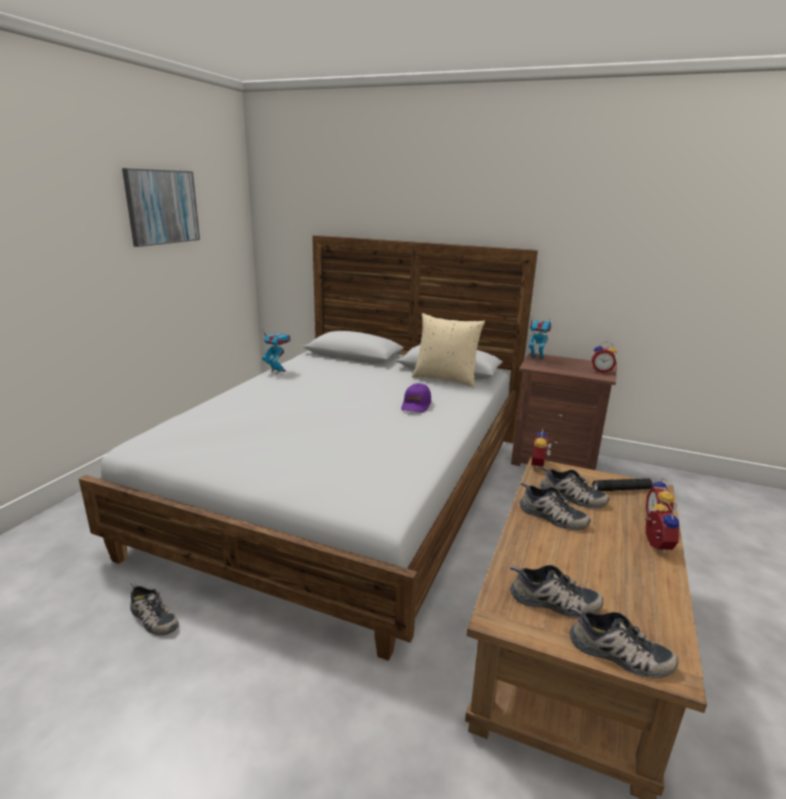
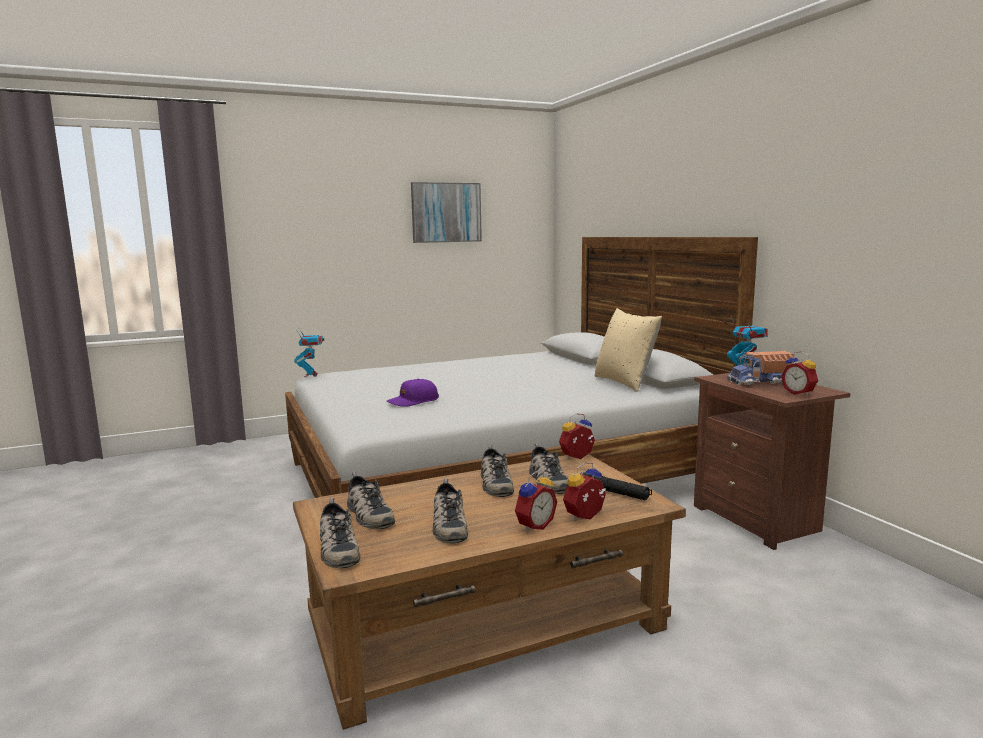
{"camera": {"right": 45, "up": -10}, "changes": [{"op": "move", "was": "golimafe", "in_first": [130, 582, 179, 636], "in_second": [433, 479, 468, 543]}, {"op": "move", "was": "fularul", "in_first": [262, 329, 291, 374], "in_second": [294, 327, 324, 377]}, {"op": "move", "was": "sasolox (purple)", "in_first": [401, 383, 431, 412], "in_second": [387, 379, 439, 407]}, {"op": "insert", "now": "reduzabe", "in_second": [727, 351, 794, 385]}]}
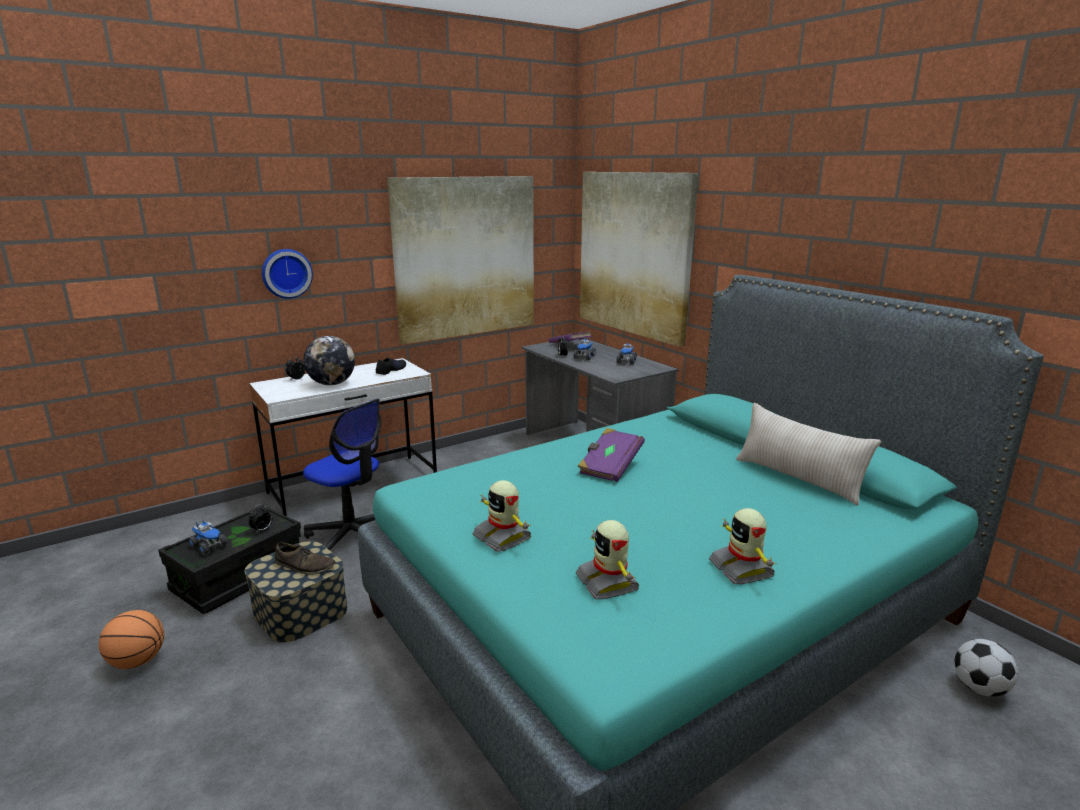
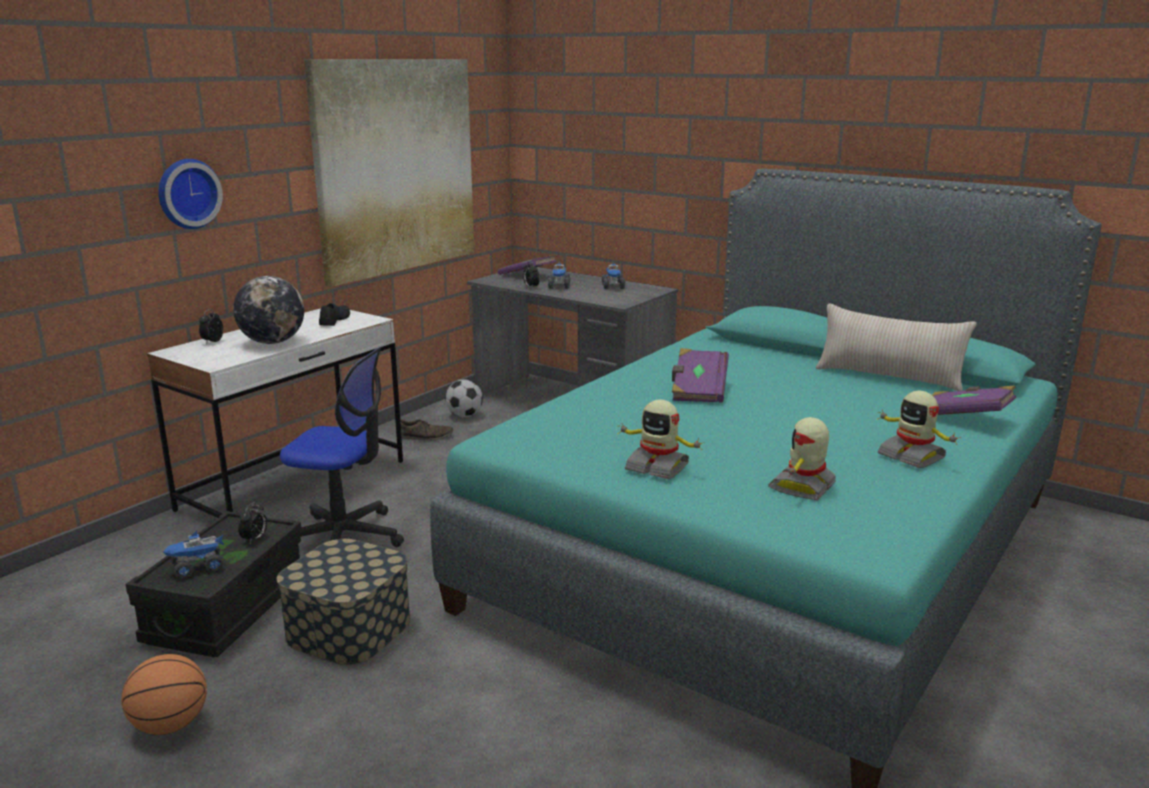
{"camera": {"right": -20, "up": 0}, "changes": [{"op": "rotate", "was": "reduzabe", "in_first": [188, 521, 228, 555], "in_second": [163, 530, 224, 579], "clockwise": 135}, {"op": "move", "was": "golimafe (brown)", "in_first": [275, 542, 335, 575], "in_second": [400, 419, 453, 440]}, {"op": "rotate", "was": "fularul", "in_first": [576, 520, 639, 599], "in_second": [768, 417, 836, 500], "clockwise": 75}, {"op": "delete", "was": "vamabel", "in_first": [580, 172, 698, 347]}, {"op": "move", "was": "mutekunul", "in_first": [954, 639, 1018, 697], "in_second": [445, 380, 483, 417]}, {"op": "insert", "now": "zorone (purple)", "in_second": [932, 385, 1016, 415]}]}
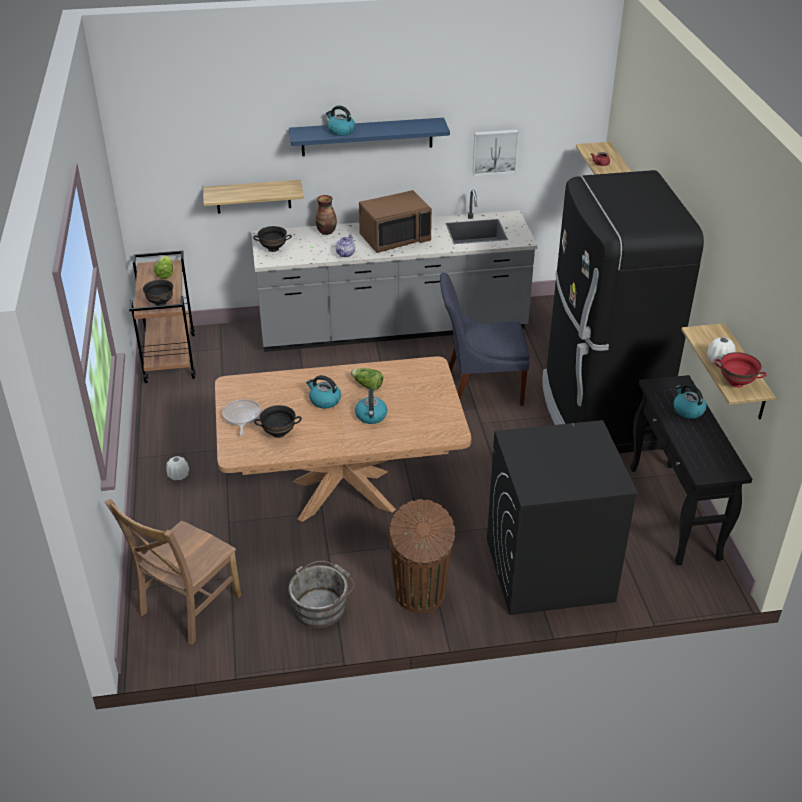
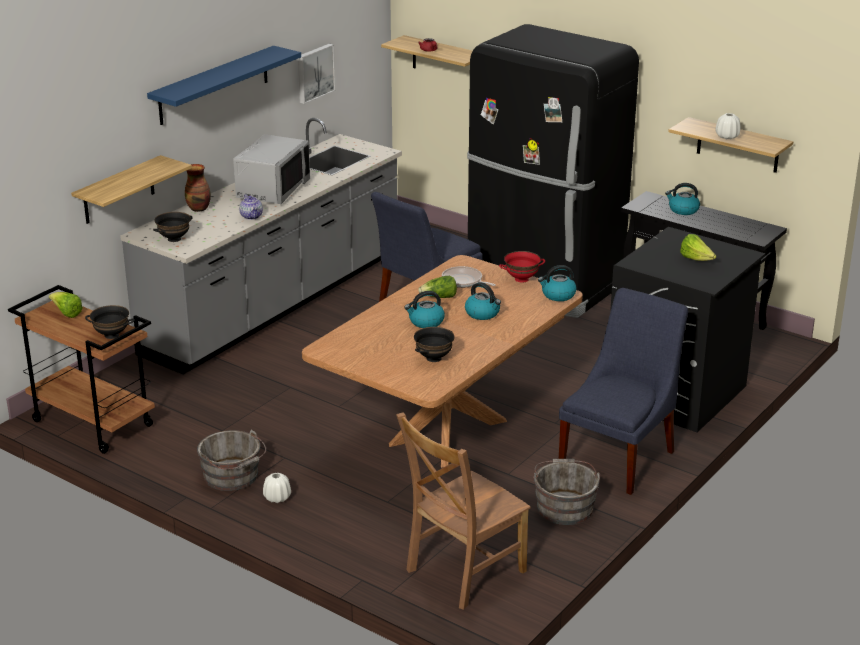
{"camera": {"right": -45, "up": -10}, "changes": [{"op": "rotate", "was": "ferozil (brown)", "in_first": [105, 499, 241, 645], "in_second": [396, 413, 531, 610], "clockwise": 60}, {"op": "move", "was": "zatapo", "in_first": [222, 399, 261, 435], "in_second": [442, 266, 495, 288]}, {"op": "move", "was": "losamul", "in_first": [326, 105, 355, 136], "in_second": [538, 265, 577, 301]}, {"op": "recolor", "was": "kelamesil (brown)", "now": "kelamesil (grey)", "in_first": [359, 190, 432, 253], "in_second": [233, 134, 310, 204]}, {"op": "replace", "was": "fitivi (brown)", "now": "ferozil (blue)", "in_first": [389, 499, 455, 613], "in_second": [559, 288, 688, 495]}, {"op": "move", "was": "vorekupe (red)", "in_first": [714, 352, 766, 388], "in_second": [499, 251, 545, 283]}, {"op": "insert", "now": "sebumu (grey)", "in_second": [197, 430, 266, 491]}, {"op": "insert", "now": "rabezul", "in_second": [680, 234, 716, 261]}]}
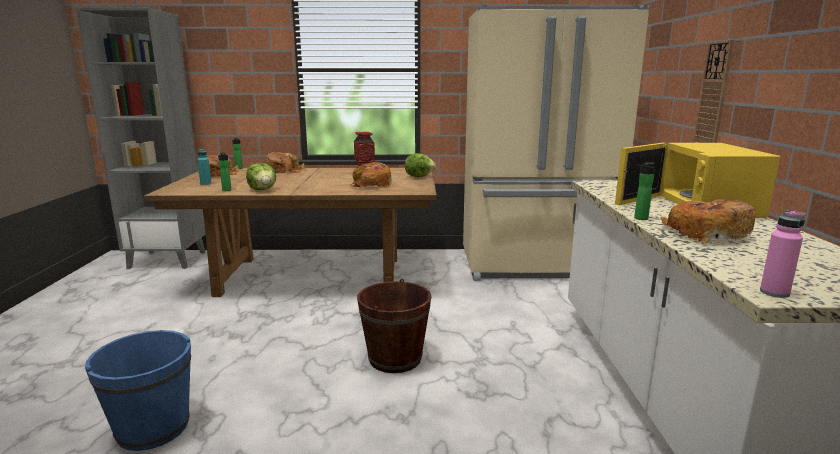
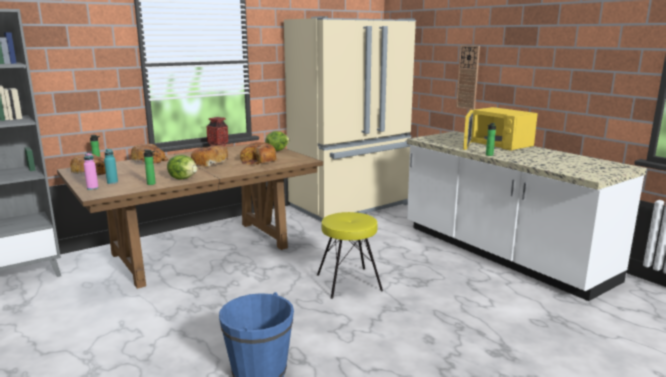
{"camera": {"right": -35, "up": 0}, "changes": [{"op": "replace", "was": "sebumu (brown)", "now": "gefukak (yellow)", "in_first": [357, 279, 432, 373], "in_second": [317, 212, 383, 299]}, {"op": "move", "was": "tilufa", "in_first": [661, 199, 755, 243], "in_second": [191, 145, 228, 167]}, {"op": "move", "was": "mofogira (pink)", "in_first": [760, 210, 805, 298], "in_second": [83, 153, 99, 190]}]}
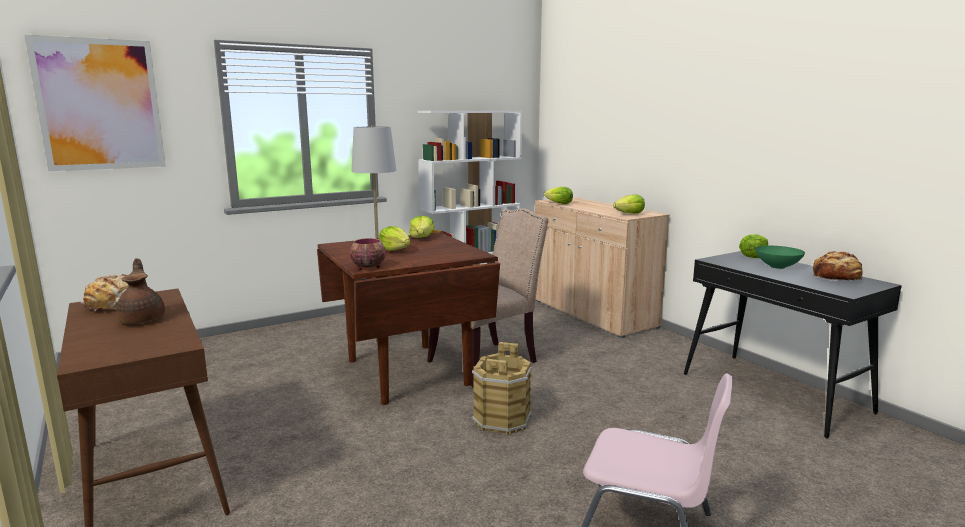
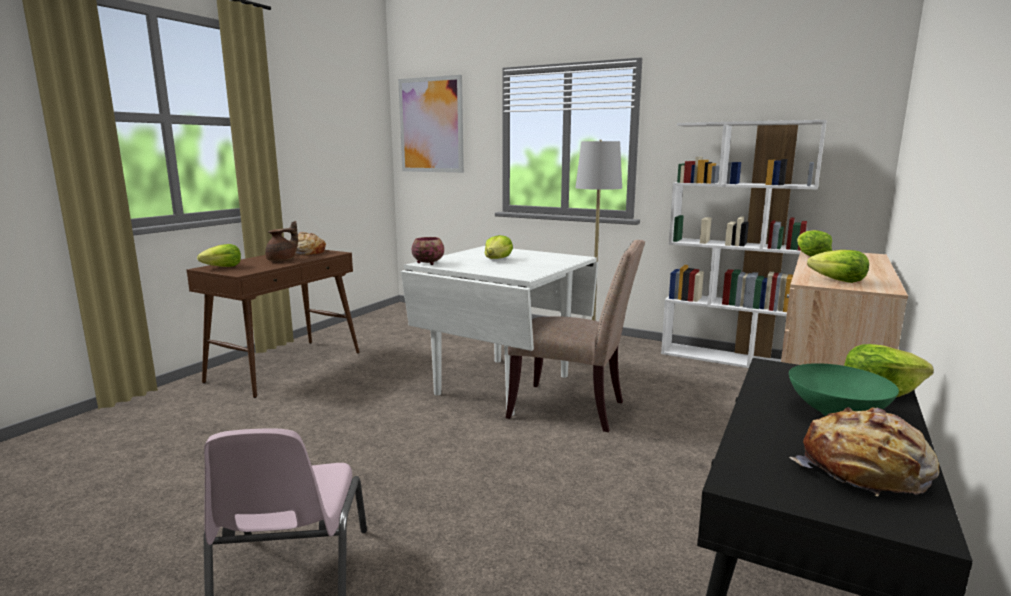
{"camera": {"right": 60, "up": 0}, "changes": [{"op": "recolor", "was": "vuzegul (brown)", "now": "vuzegul (white)", "in_first": [317, 232, 500, 405], "in_second": [401, 246, 598, 416]}, {"op": "move", "was": "rabezul", "in_first": [409, 216, 434, 238], "in_second": [197, 244, 241, 267]}, {"op": "delete", "was": "sebumu (brown)", "in_first": [472, 342, 532, 434]}]}
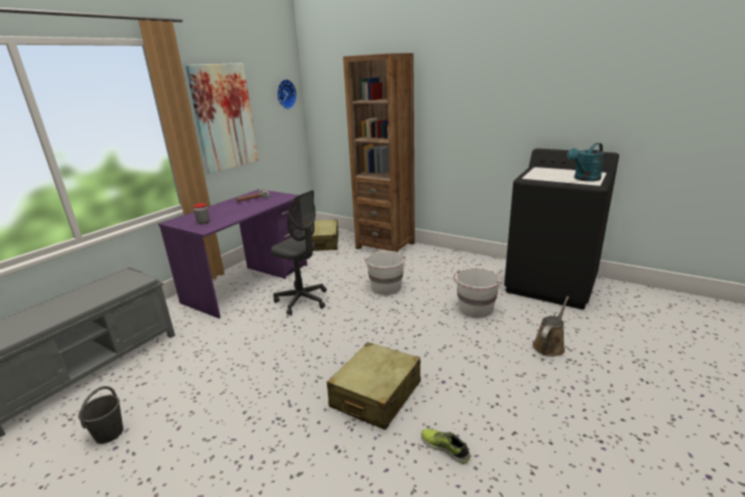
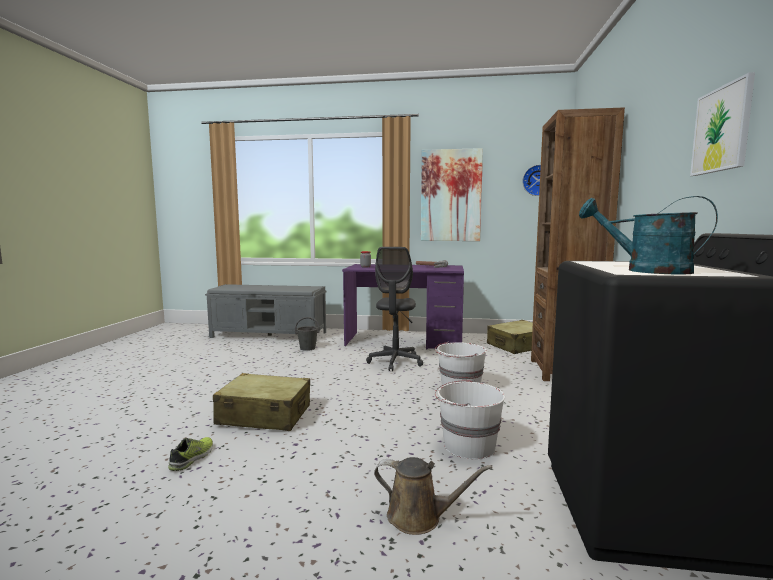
{"camera": {"right": 65, "up": -15}, "changes": [{"op": "move", "was": "sebumu (grey)", "in_first": [78, 386, 123, 444], "in_second": [295, 317, 320, 351]}, {"op": "insert", "now": "vamabel", "in_second": [690, 72, 755, 176]}]}
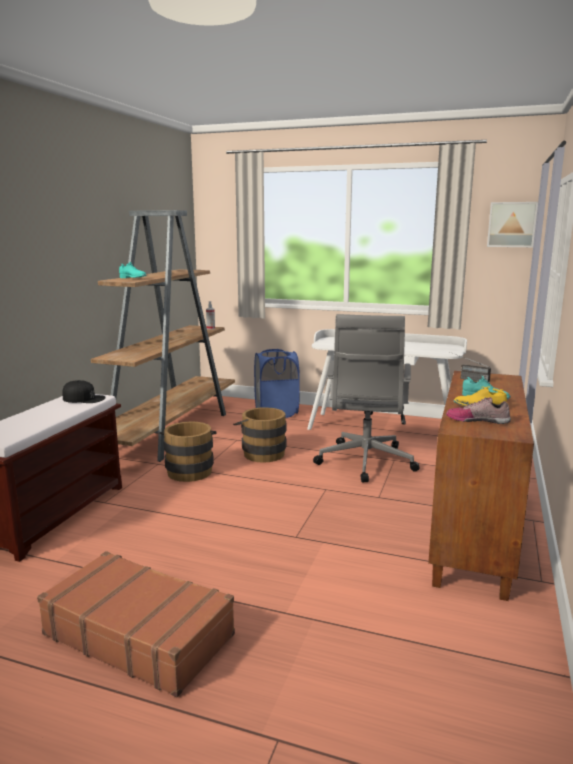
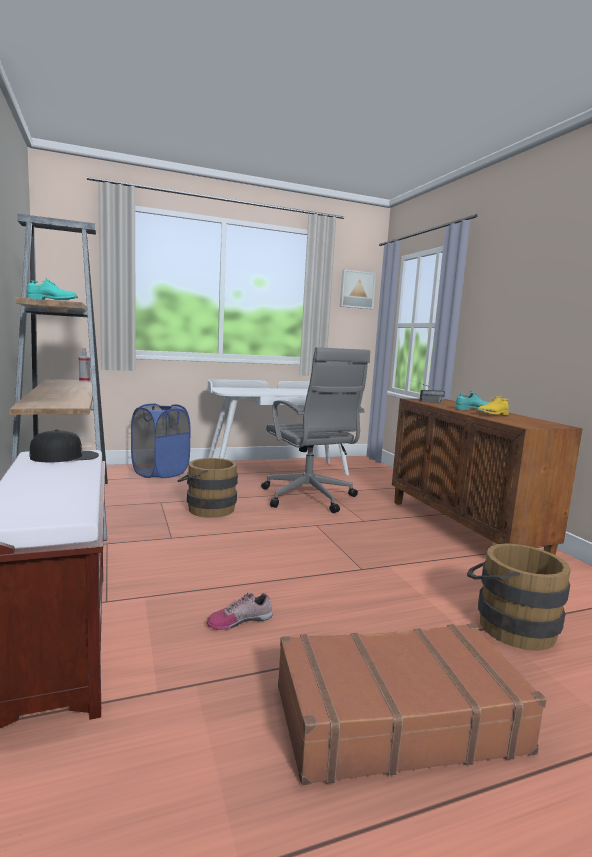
{"camera": {"right": -40, "up": -5}, "changes": [{"op": "move", "was": "sebumu (brown)", "in_first": [159, 421, 217, 482], "in_second": [467, 543, 571, 651]}, {"op": "move", "was": "golimafe", "in_first": [446, 397, 511, 424], "in_second": [207, 592, 273, 630]}]}
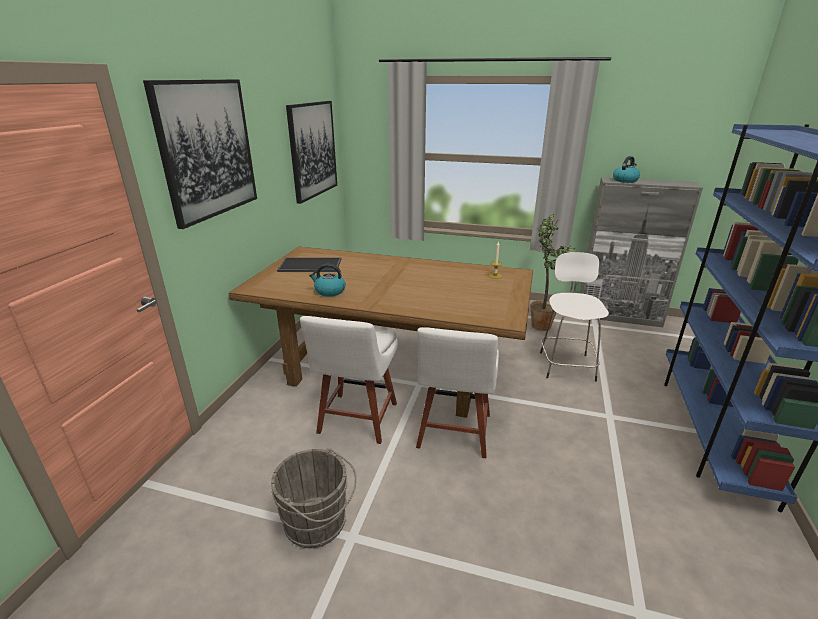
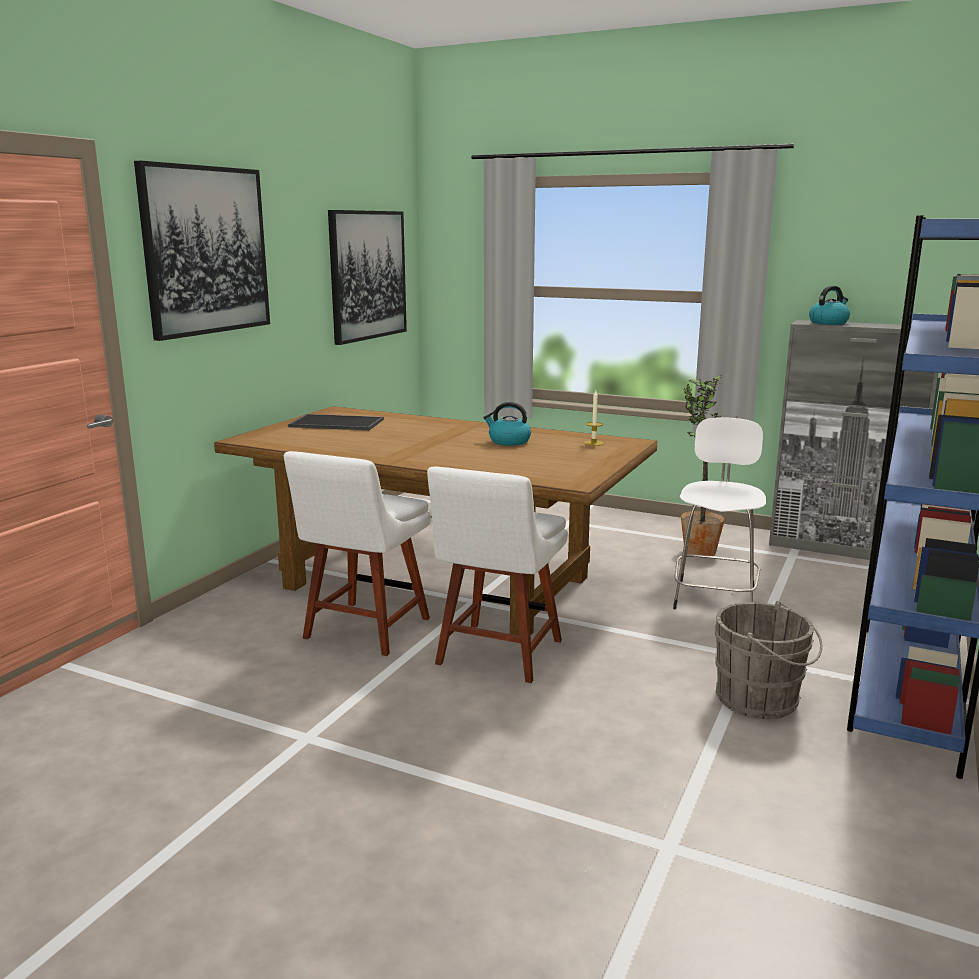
{"camera": {"right": 10, "up": -10}, "changes": [{"op": "move", "was": "sebumu (grey)", "in_first": [271, 448, 357, 548], "in_second": [715, 601, 822, 719]}, {"op": "move", "was": "losamul", "in_first": [309, 264, 345, 297], "in_second": [483, 402, 531, 446]}]}
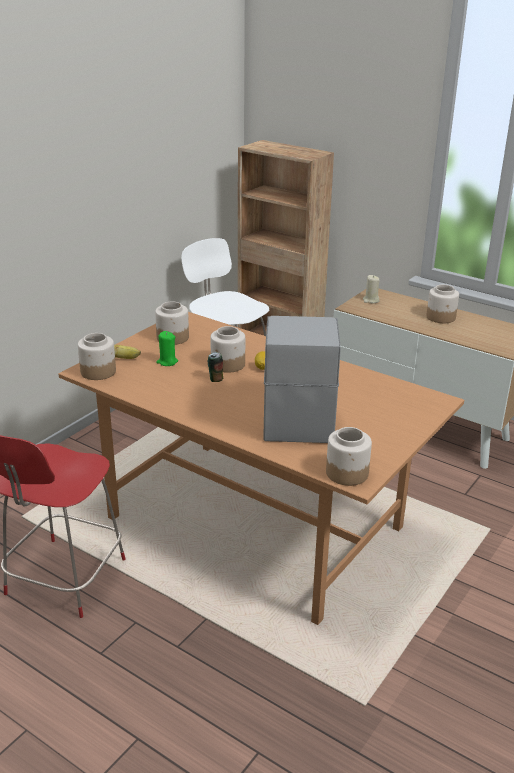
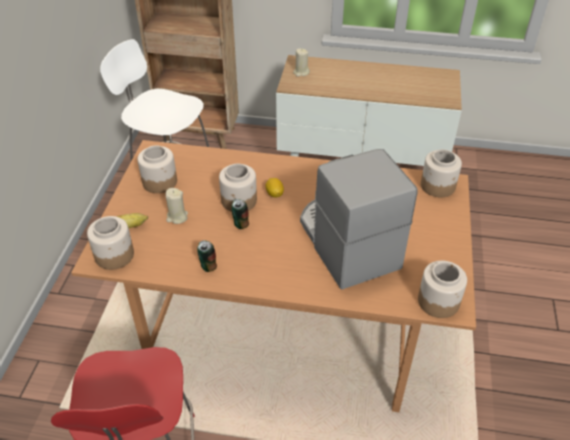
{"camera": {"right": -25, "up": 15}, "changes": [{"op": "recolor", "was": "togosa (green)", "now": "togosa (beige)", "in_first": [156, 331, 178, 366], "in_second": [166, 188, 188, 224]}, {"op": "move", "was": "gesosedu", "in_first": [426, 285, 459, 323], "in_second": [421, 149, 462, 197]}, {"op": "insert", "now": "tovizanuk", "in_second": [197, 240, 217, 272]}]}
